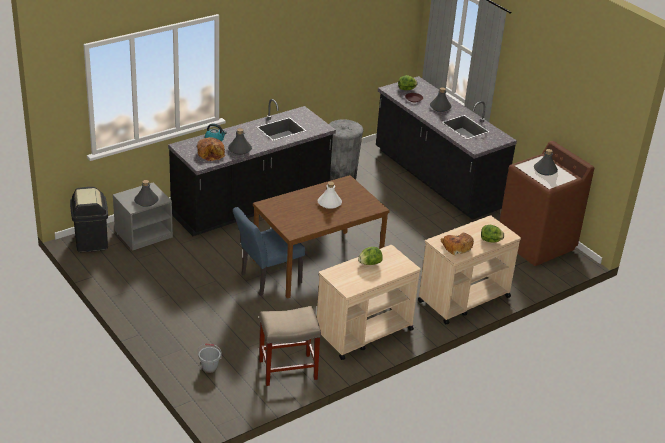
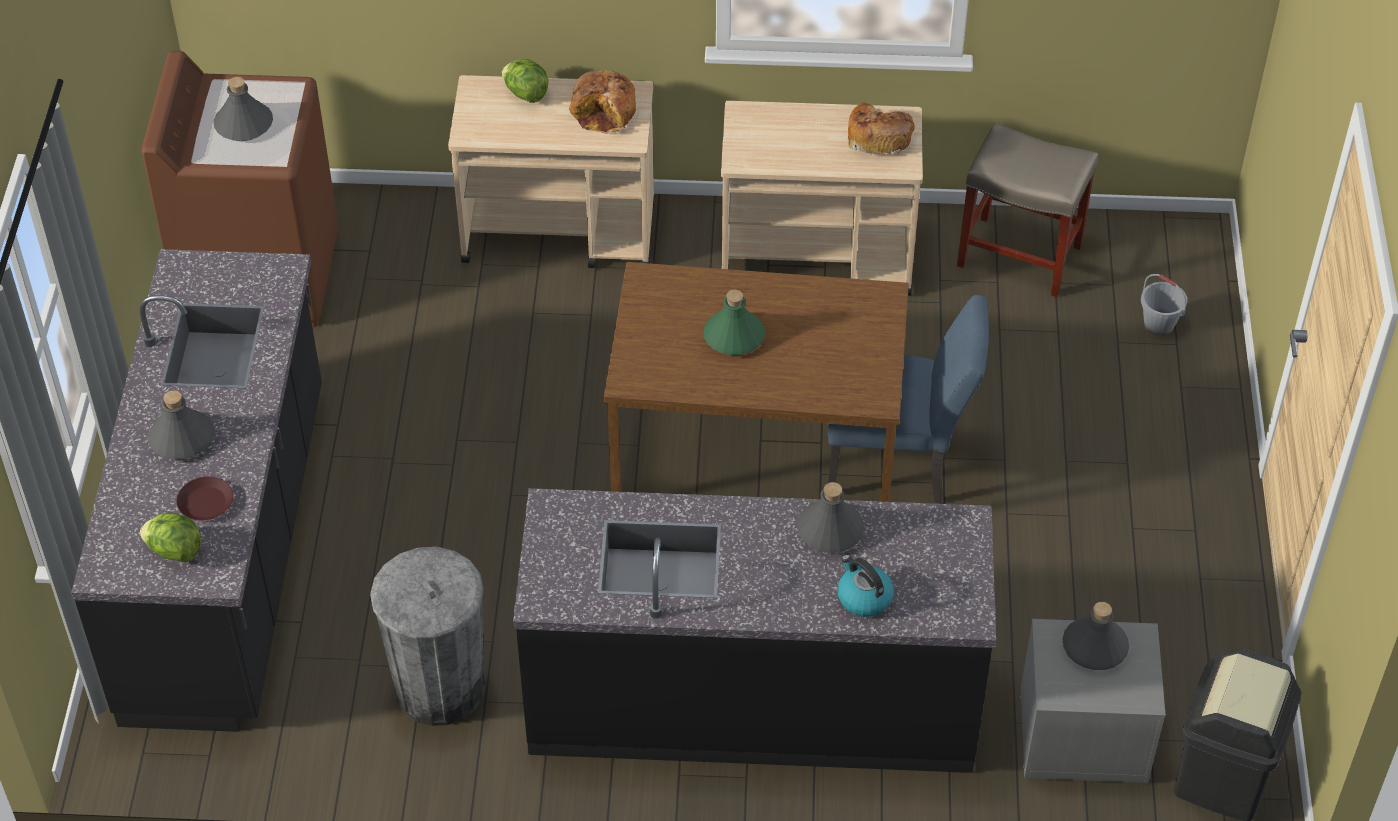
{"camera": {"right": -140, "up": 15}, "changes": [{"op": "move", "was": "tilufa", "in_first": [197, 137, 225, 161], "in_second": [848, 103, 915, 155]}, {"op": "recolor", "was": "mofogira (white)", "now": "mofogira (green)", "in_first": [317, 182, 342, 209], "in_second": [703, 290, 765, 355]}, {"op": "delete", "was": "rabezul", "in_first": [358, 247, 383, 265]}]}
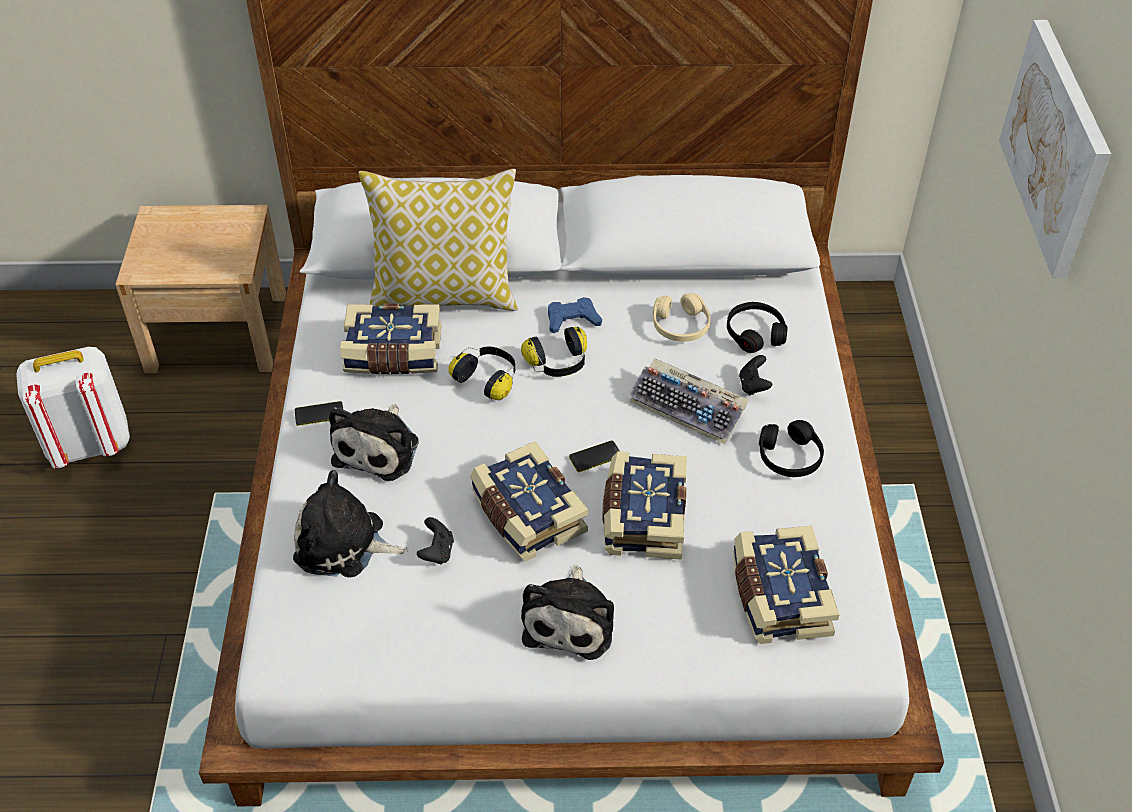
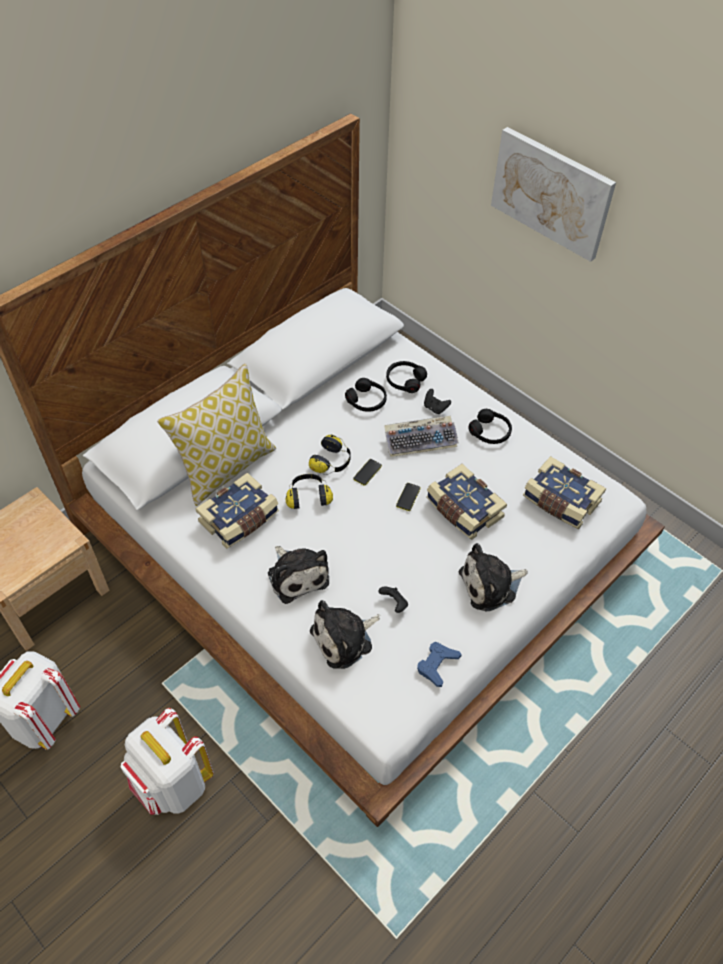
{"camera": {"right": -45, "up": 5}, "changes": [{"op": "move", "was": "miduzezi", "in_first": [295, 401, 343, 426], "in_second": [353, 459, 382, 486]}, {"op": "delete", "was": "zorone", "in_first": [470, 441, 588, 561]}, {"op": "rotate", "was": "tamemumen", "in_first": [521, 565, 614, 660], "in_second": [459, 543, 528, 612], "clockwise": 105}, {"op": "move", "was": "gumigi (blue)", "in_first": [548, 297, 602, 333], "in_second": [417, 642, 462, 687]}, {"op": "recolor", "was": "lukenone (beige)", "now": "lukenone (black)", "in_first": [653, 293, 711, 342], "in_second": [345, 378, 387, 412]}, {"op": "insert", "now": "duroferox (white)", "in_second": [121, 708, 214, 815]}]}
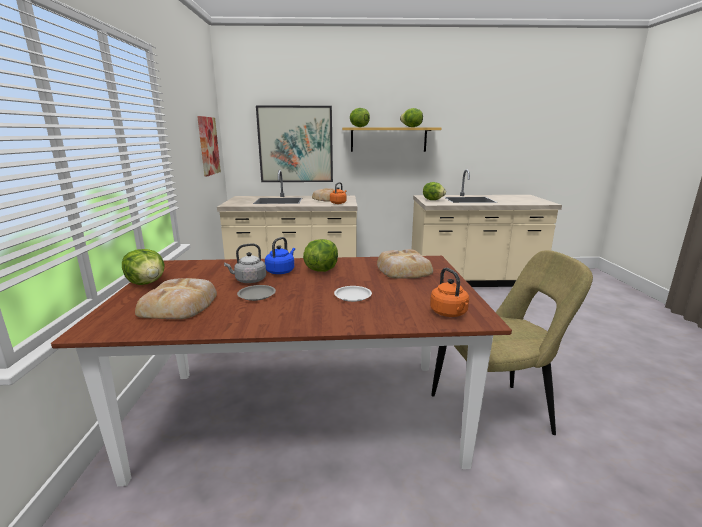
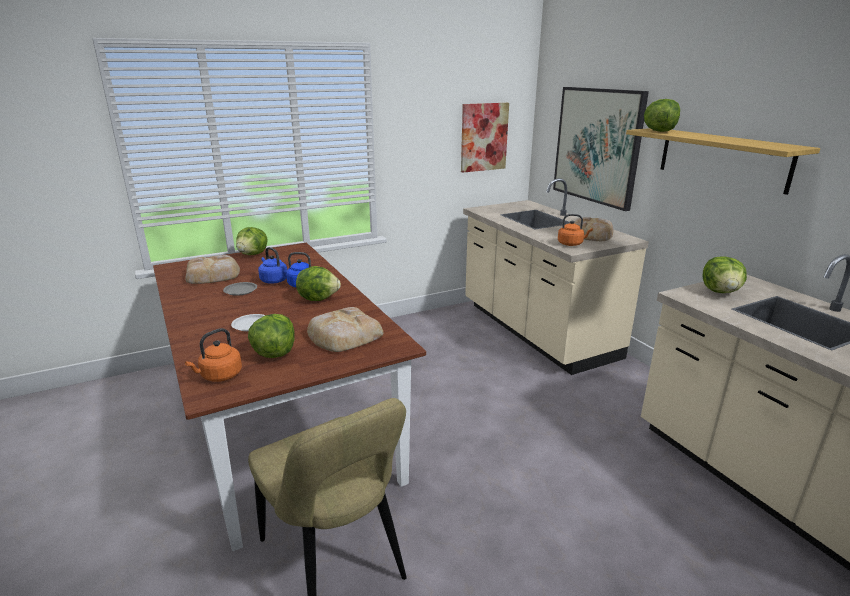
{"camera": {"right": 65, "up": 5}, "changes": [{"op": "recolor", "was": "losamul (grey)", "now": "losamul (blue)", "in_first": [224, 243, 266, 283], "in_second": [258, 247, 287, 284]}, {"op": "move", "was": "rabezul", "in_first": [400, 108, 423, 127], "in_second": [248, 314, 295, 358]}]}
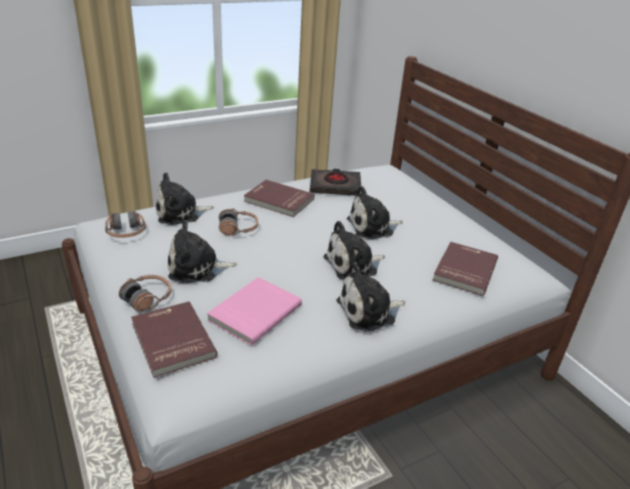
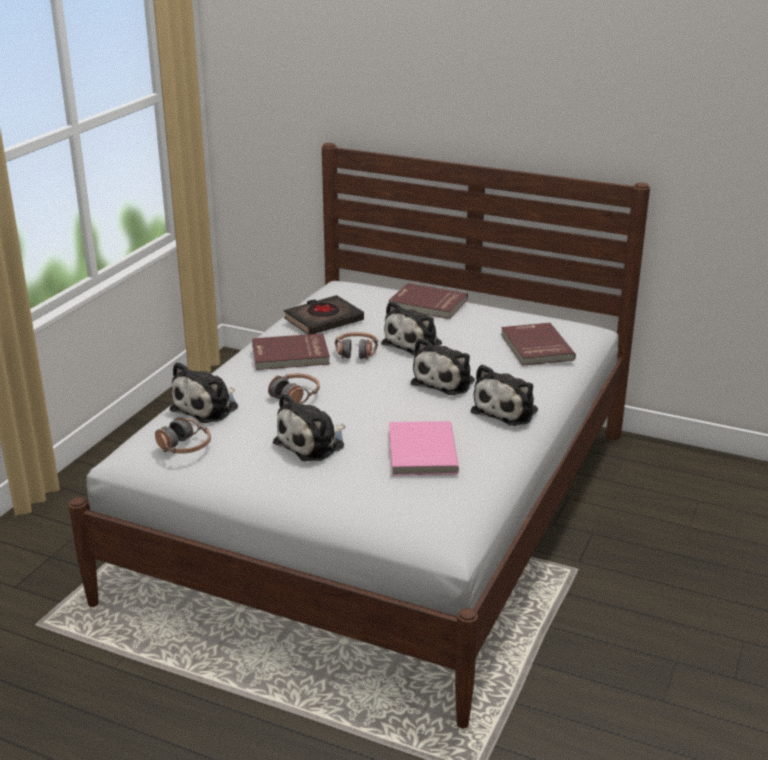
{"camera": {"right": -35, "up": -5}, "changes": [{"op": "move", "was": "lukenone", "in_first": [119, 275, 171, 311], "in_second": [335, 332, 378, 360]}, {"op": "move", "was": "zorone (red)", "in_first": [131, 301, 218, 378], "in_second": [388, 283, 468, 319]}]}
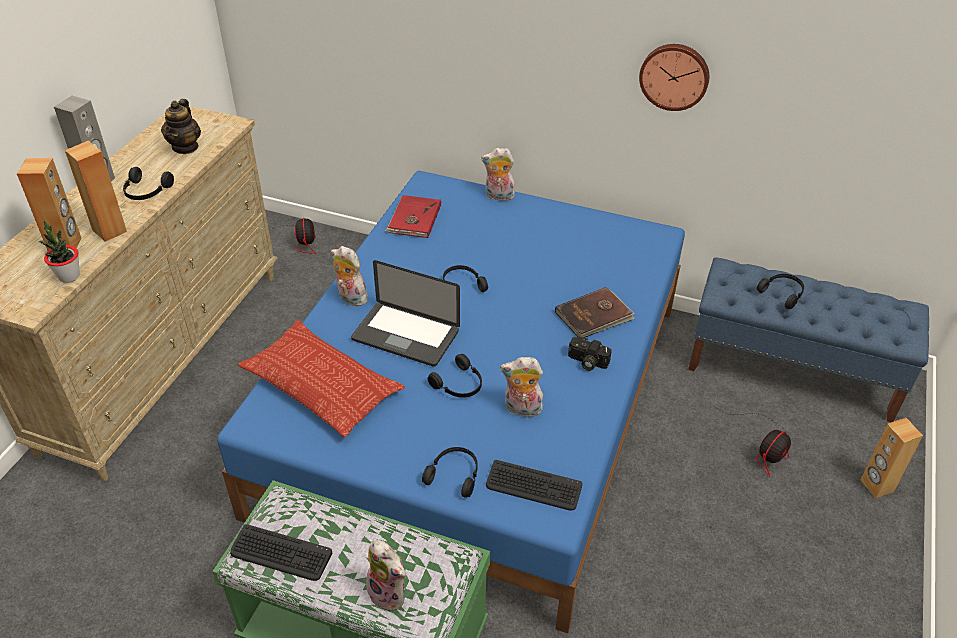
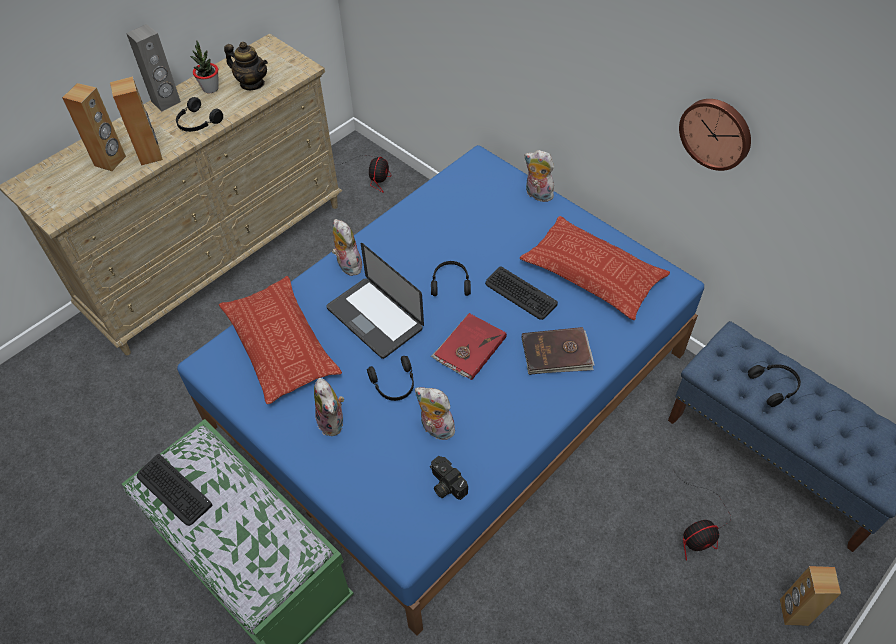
{"camera": {"right": 25, "up": 10}, "changes": [{"op": "move", "was": "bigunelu", "in_first": [39, 220, 80, 283], "in_second": [190, 40, 219, 93]}, {"op": "rotate", "was": "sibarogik", "in_first": [161, 99, 201, 154], "in_second": [224, 42, 268, 90], "clockwise": -90}, {"op": "move", "was": "tamemumen", "in_first": [364, 539, 406, 612], "in_second": [314, 378, 344, 436]}, {"op": "move", "was": "zorone (red)", "in_first": [385, 195, 441, 238], "in_second": [431, 313, 507, 380]}, {"op": "delete", "was": "lukenone (black)", "in_first": [422, 447, 478, 498]}, {"op": "move", "was": "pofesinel", "in_first": [486, 460, 583, 511], "in_second": [485, 266, 558, 320]}, {"op": "move", "was": "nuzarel", "in_first": [568, 336, 612, 371], "in_second": [430, 456, 468, 500]}, {"op": "insert", "now": "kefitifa", "in_second": [520, 216, 670, 320]}]}
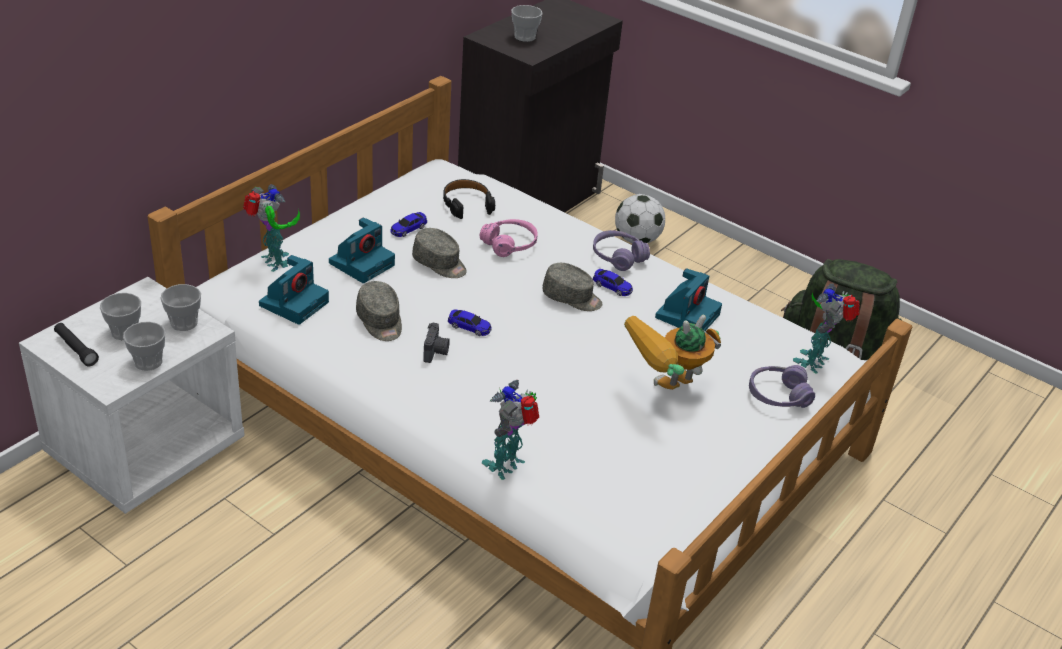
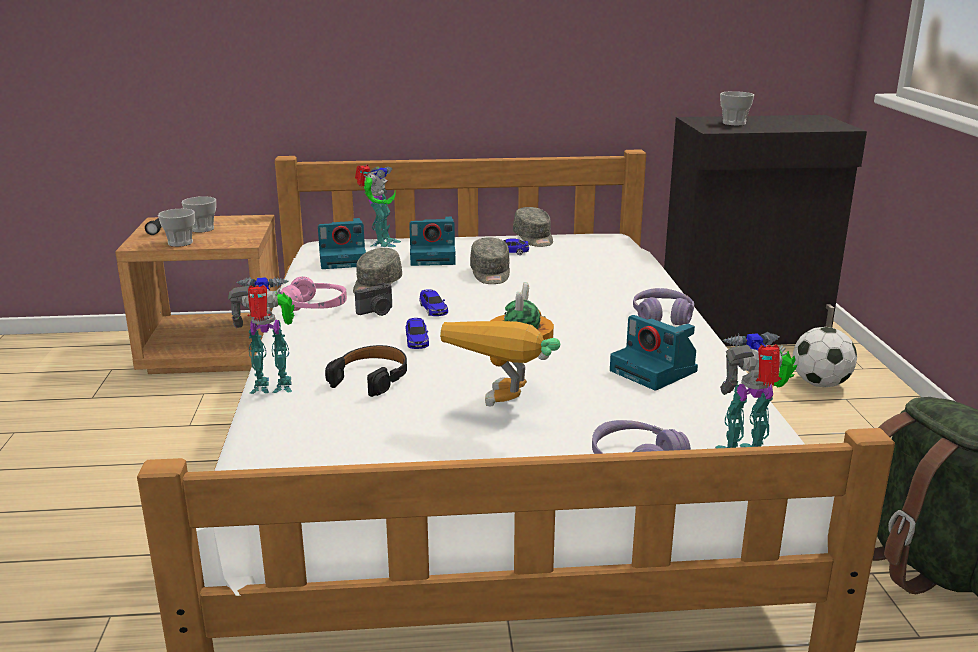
{"camera": {"right": 50, "up": -15}, "changes": [{"op": "recolor", "was": "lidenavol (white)", "now": "lidenavol (brown)", "in_first": [19, 277, 245, 514], "in_second": [115, 215, 280, 374]}, {"op": "delete", "was": "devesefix", "in_first": [160, 284, 201, 331]}, {"op": "move", "was": "lukenone (black)", "in_first": [443, 179, 495, 219], "in_second": [325, 345, 407, 397]}, {"op": "move", "was": "lukenone (pink)", "in_first": [480, 219, 538, 257], "in_second": [279, 276, 347, 311]}, {"op": "move", "was": "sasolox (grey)", "in_first": [542, 263, 602, 311], "in_second": [513, 207, 553, 247]}, {"op": "move", "was": "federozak", "in_first": [593, 269, 633, 296], "in_second": [405, 318, 429, 349]}, {"op": "rotate", "was": "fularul", "in_first": [624, 314, 721, 390], "in_second": [440, 282, 560, 406], "clockwise": -90}, {"op": "rotate", "was": "nuzarel", "in_first": [655, 268, 722, 331], "in_second": [610, 315, 698, 390], "clockwise": 60}]}
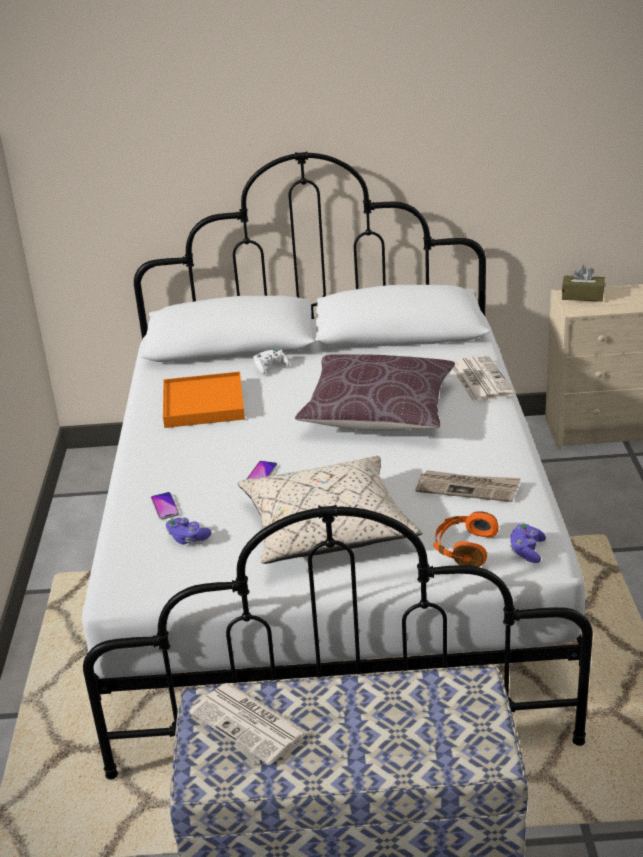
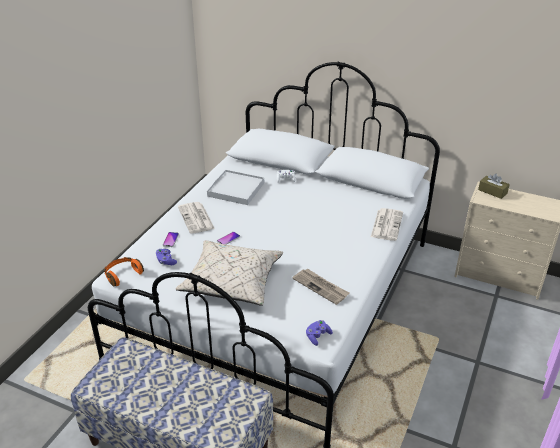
{"camera": {"right": 25, "up": 5}, "changes": [{"op": "recolor", "was": "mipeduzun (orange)", "now": "mipeduzun (white)", "in_first": [163, 372, 245, 428], "in_second": [207, 170, 264, 205]}, {"op": "move", "was": "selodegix", "in_first": [190, 683, 309, 765], "in_second": [178, 202, 215, 234]}, {"op": "delete", "was": "kefitifa (brown)", "in_first": [295, 354, 455, 431]}, {"op": "move", "was": "lukenone (orange)", "in_first": [434, 511, 498, 567], "in_second": [104, 257, 144, 286]}]}
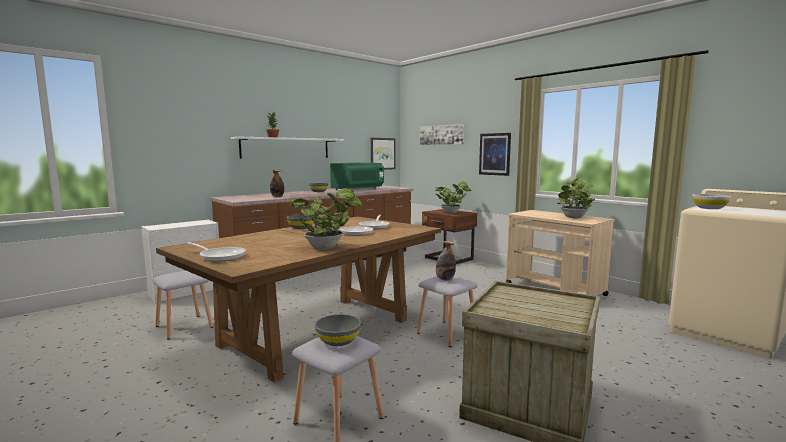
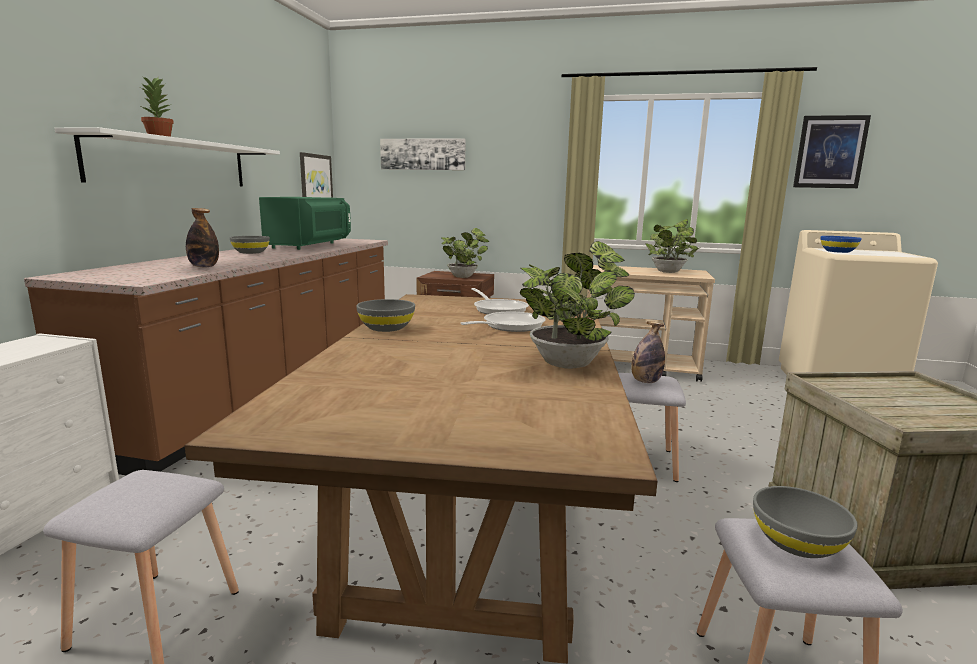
{"camera": {"right": -35, "up": 5}, "changes": [{"op": "delete", "was": "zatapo", "in_first": [187, 242, 246, 262]}, {"op": "move", "was": "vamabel", "in_first": [479, 133, 511, 176], "in_second": [793, 115, 871, 188]}, {"op": "recolor", "was": "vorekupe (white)", "now": "vorekupe (blue)", "in_first": [692, 194, 731, 209], "in_second": [821, 236, 862, 253]}]}
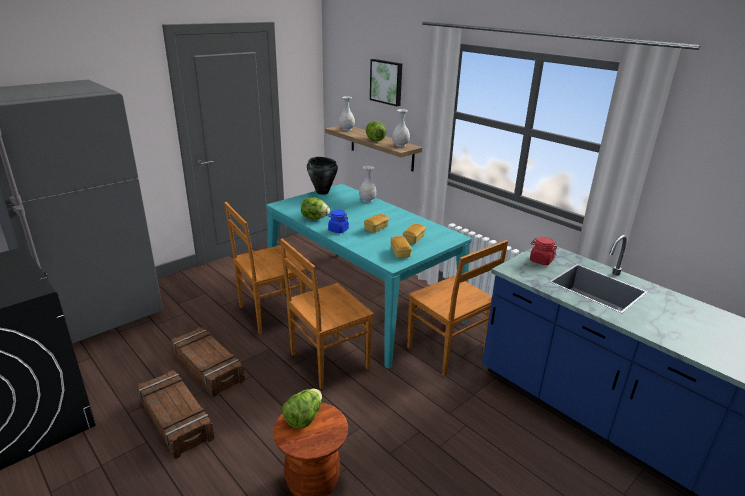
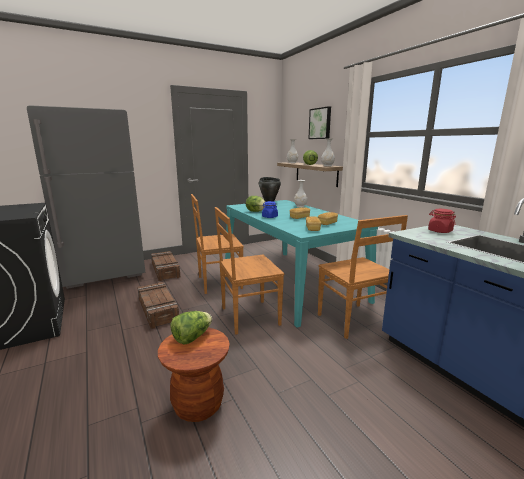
{"camera": {"right": 15, "up": -10}, "changes": [{"op": "move", "was": "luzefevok", "in_first": [137, 370, 215, 459], "in_second": [151, 251, 180, 281]}]}
